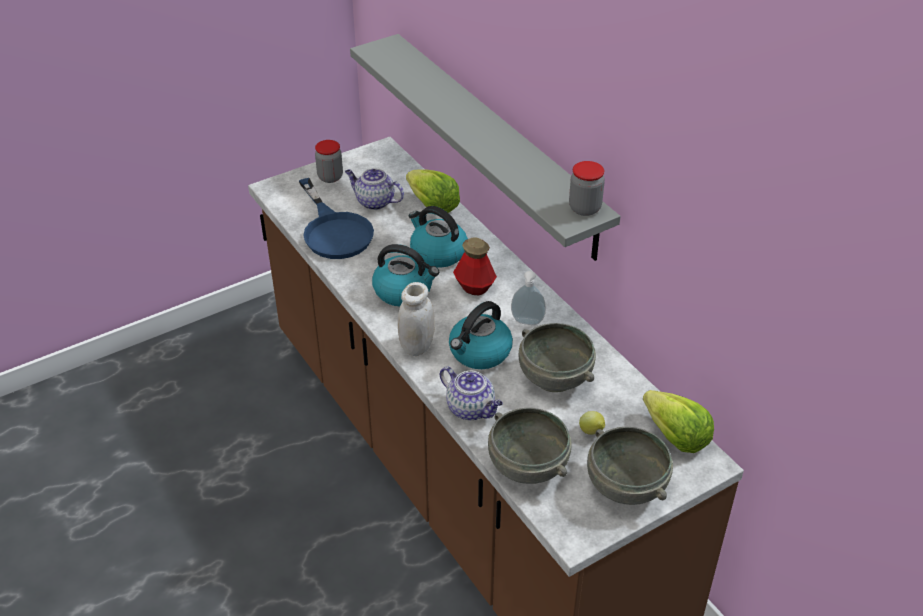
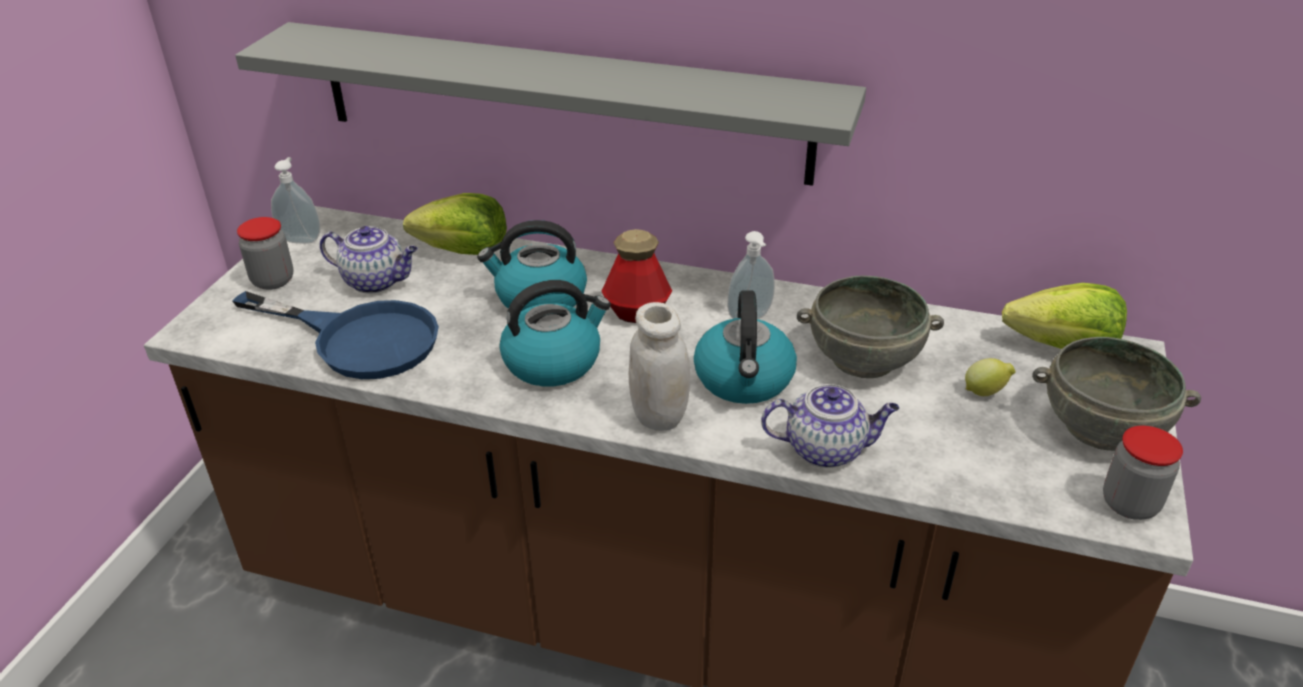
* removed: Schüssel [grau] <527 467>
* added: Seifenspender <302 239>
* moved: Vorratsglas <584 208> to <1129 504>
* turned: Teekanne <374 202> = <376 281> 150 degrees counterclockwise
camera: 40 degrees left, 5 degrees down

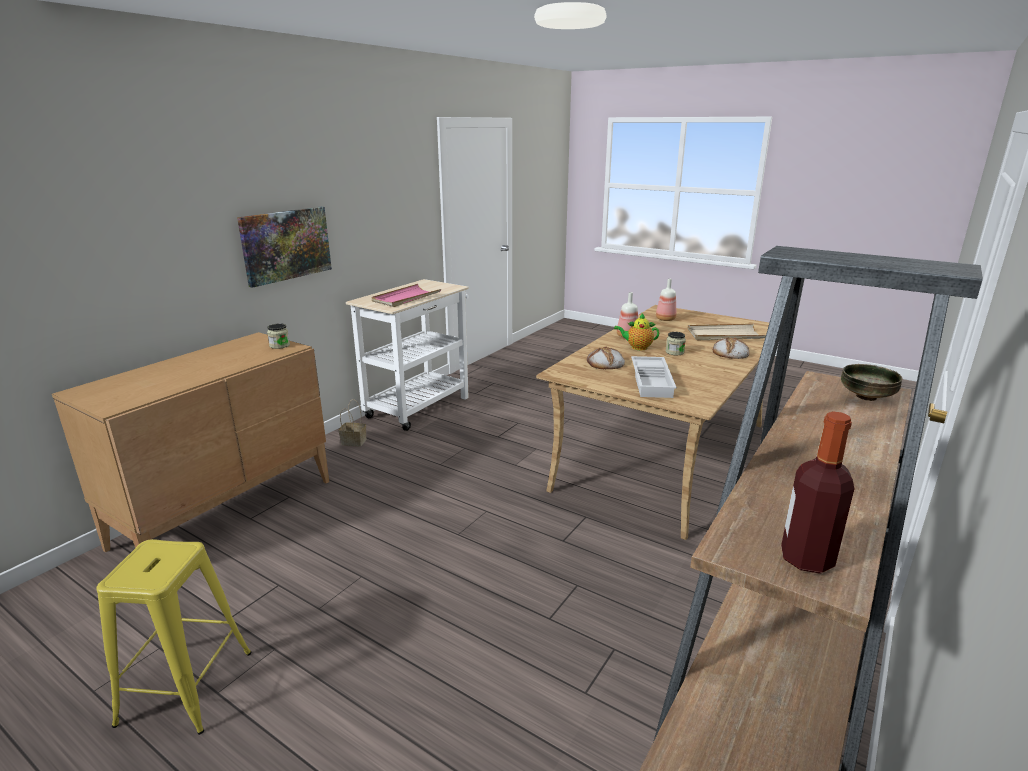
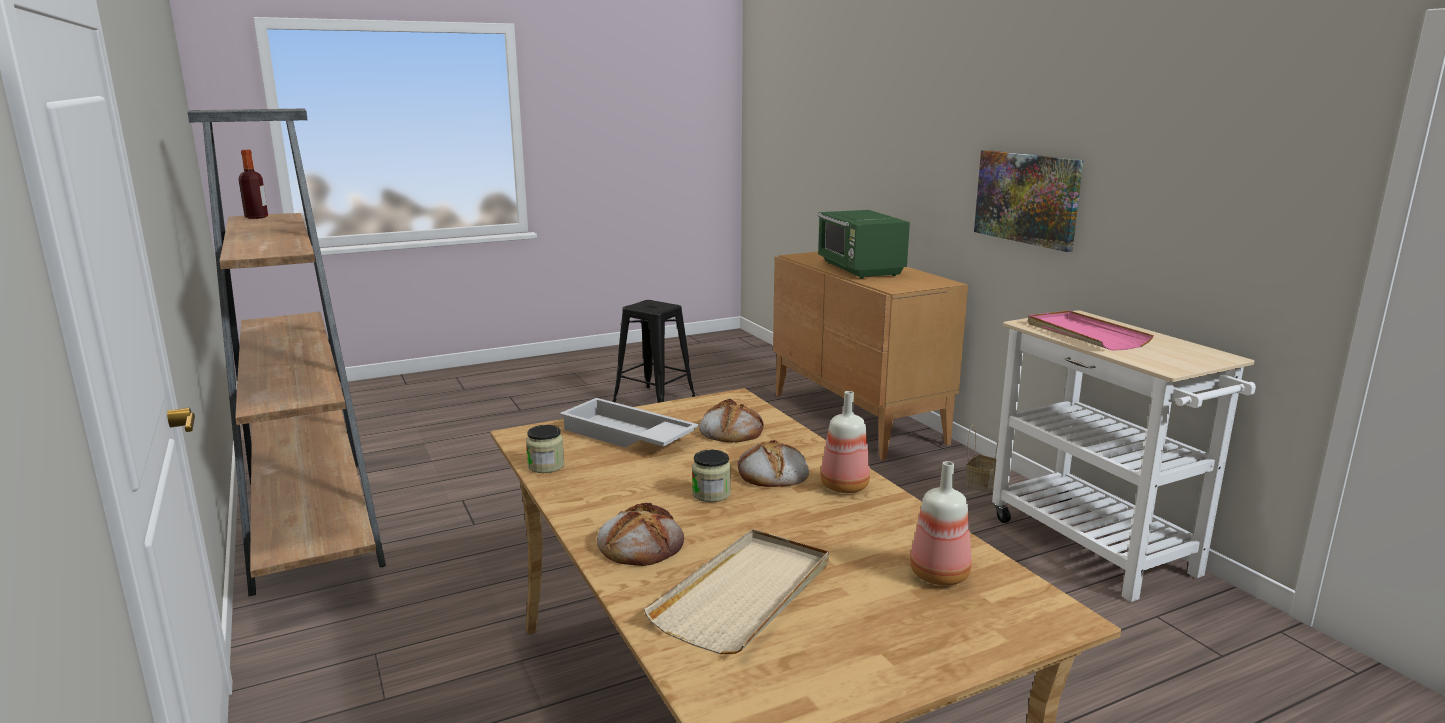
* removed: Schüssel <867 397>
* added: Mikrowelle [grün] <860 269>
* moved: Vorratsglas <279 345> to <546 466>
* replaced: Teekanne <637 347> to Brot <772 473>
* recoloured: Hocker [gelb] <186 687> to Hocker [schwarz] <654 400>
camera: 120 degrees right, 5 degrees down

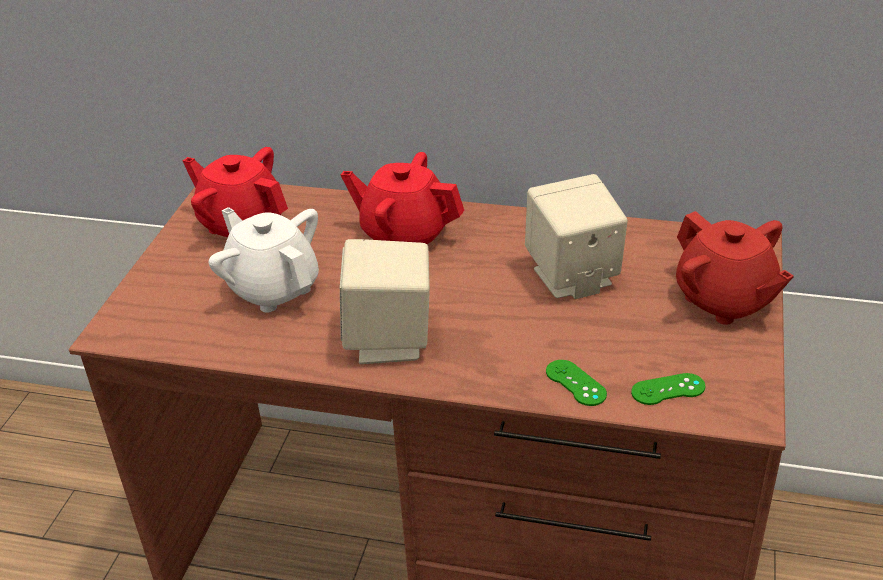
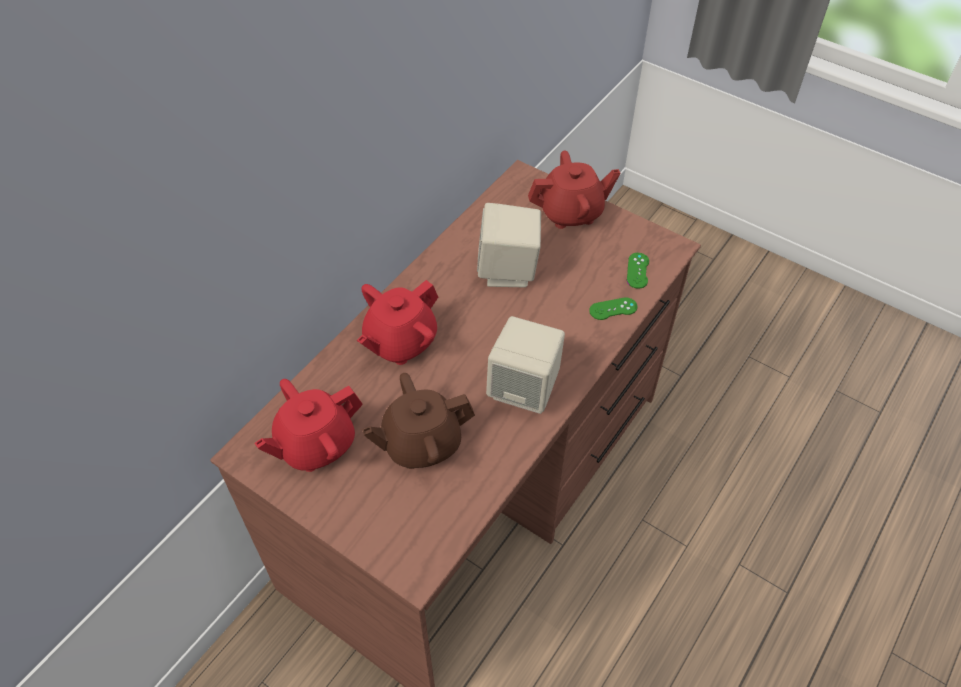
* recoloured: Teekanne [weiß] <273 288> to Teekanne [braun] <421 443>
camera: 70 degrees left, 15 degrees up

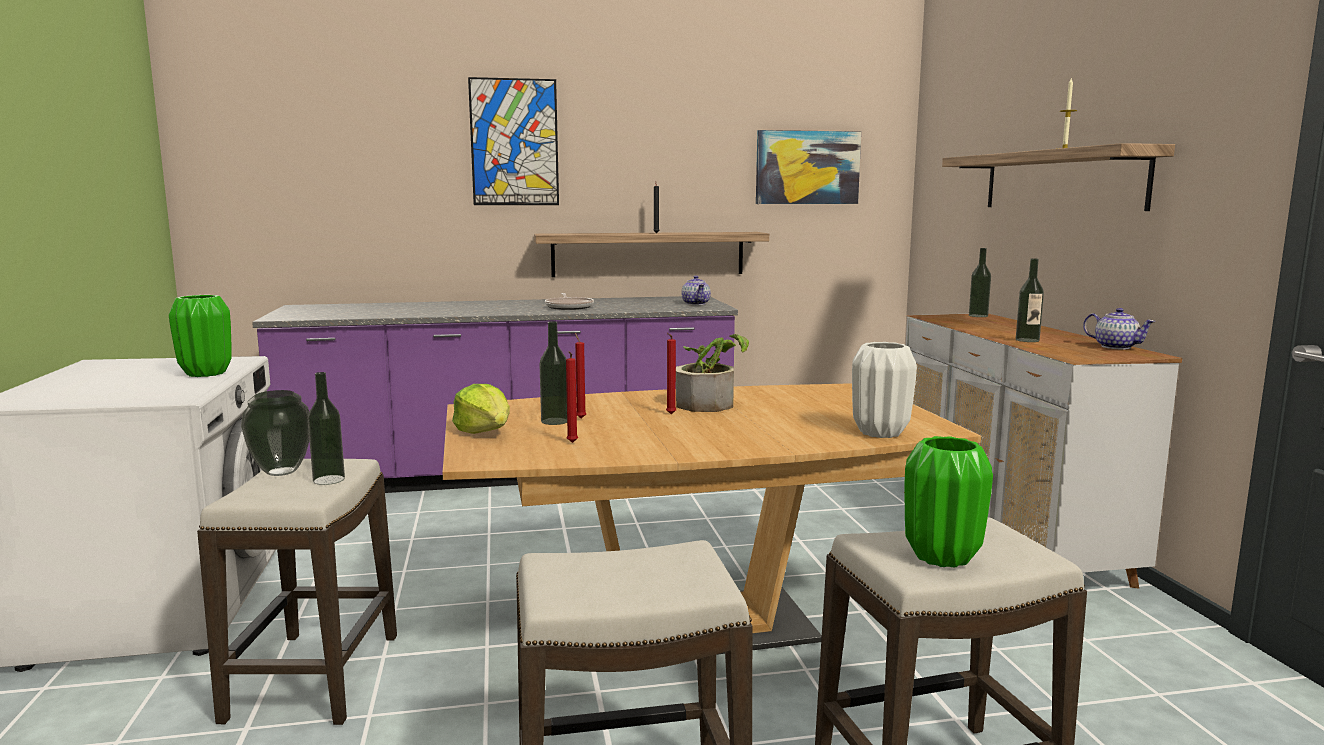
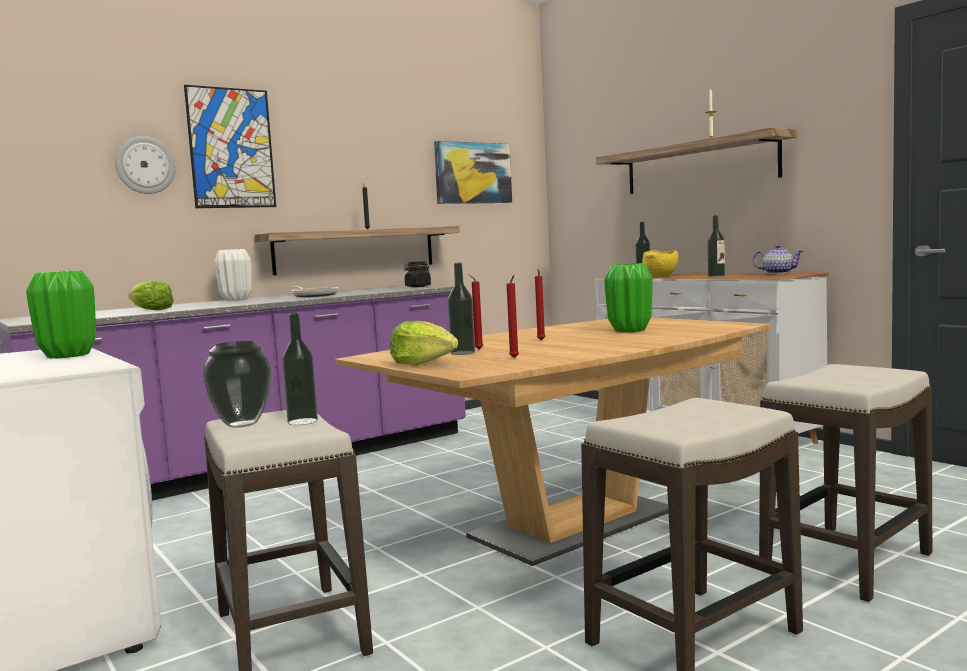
* removed: Topfpflanze <710 403>
* added: Wanduhr <145 165>
* added: Salatkopf <151 310>
* added: Schüssel [gelb] <660 276>
* moved: Vase [weiß] <881 433> to <236 299>
* moved: Vase [grün] <941 557> to <629 330>
* replaced: Teekanne <696 303> to Vorratsglas [schwarz] <417 286>
camera: 25 degrees left, 5 degrees down

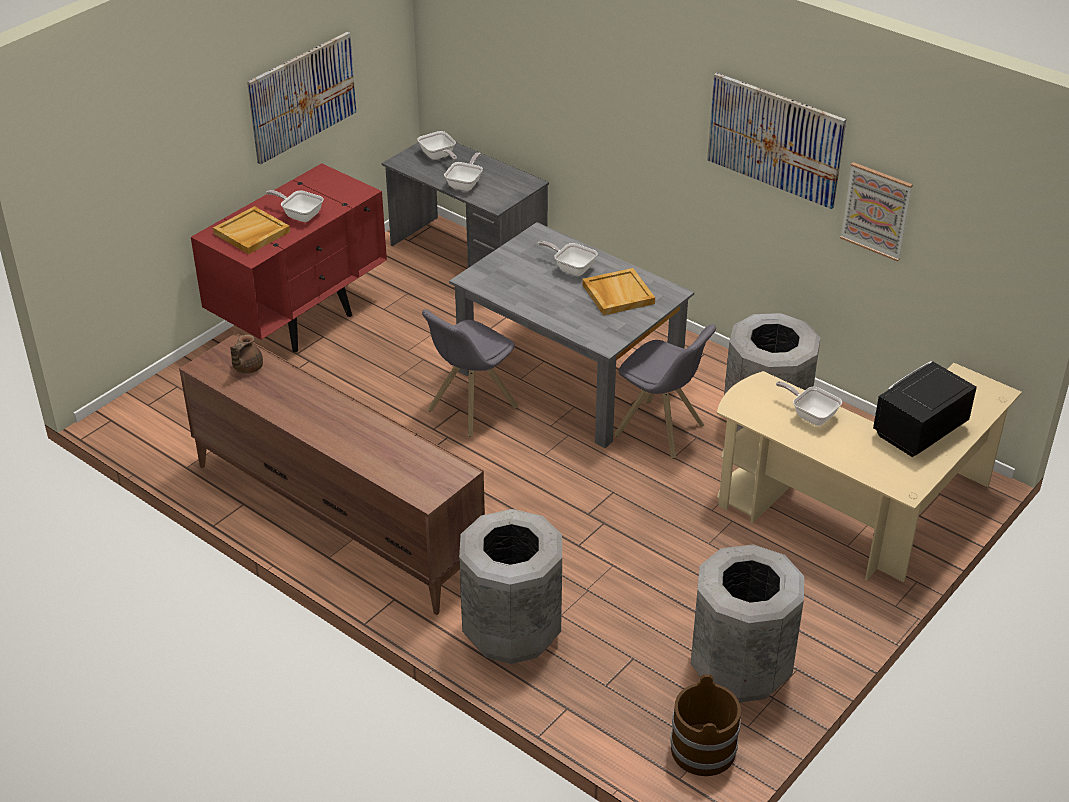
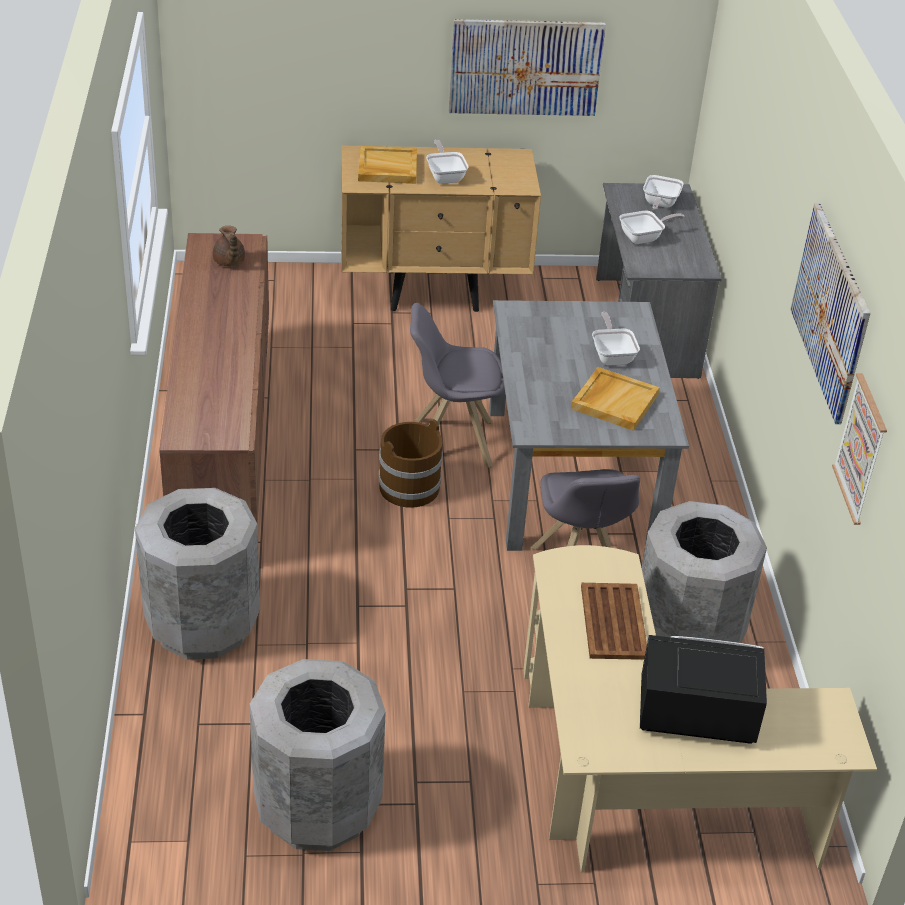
* moved: Eimer [braun] <702 749> to <409 487>
* replaced: Pfanne <811 415> to Tablett [braun] <613 621>
* recoloured: Kommode [rot] <301 321> to Kommode [beige] <434 291>
* turned: Teekanne [braun] <246 368> = <229 262> 90 degrees counterclockwise
camera: 45 degrees right, 0 degrees up

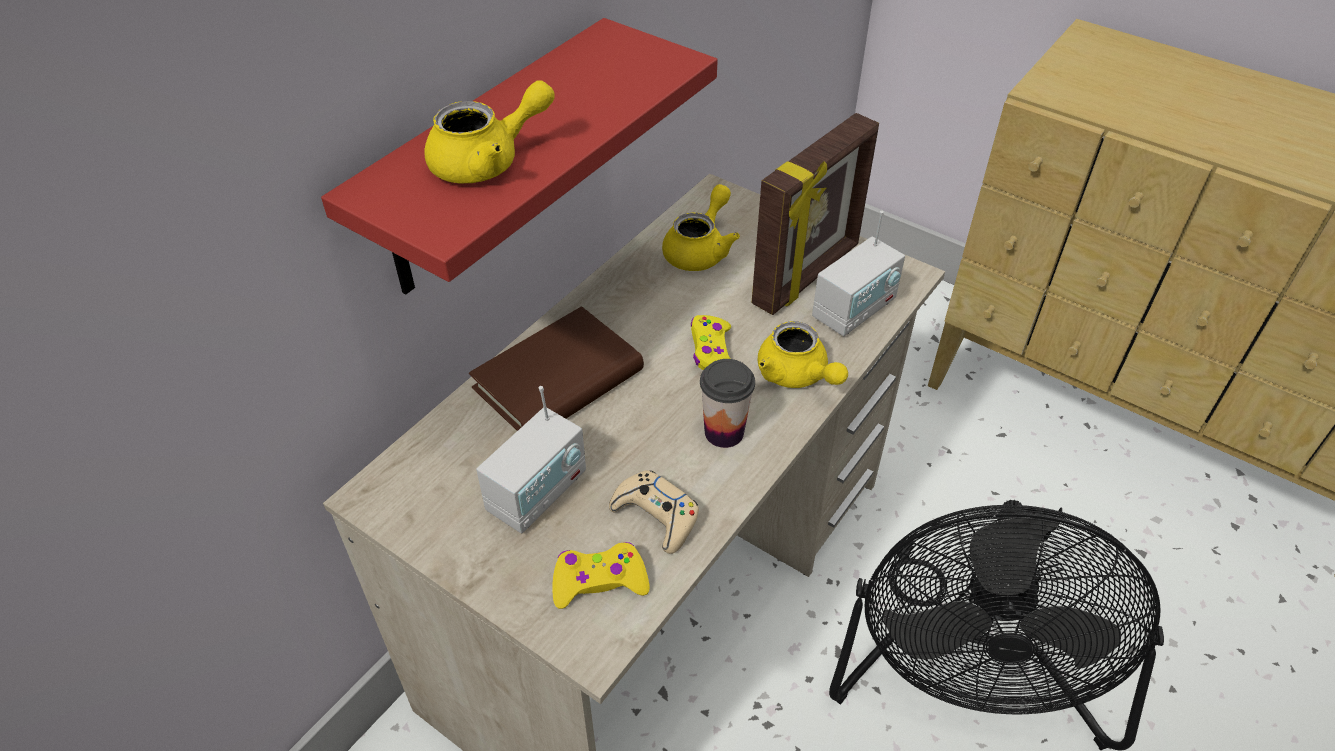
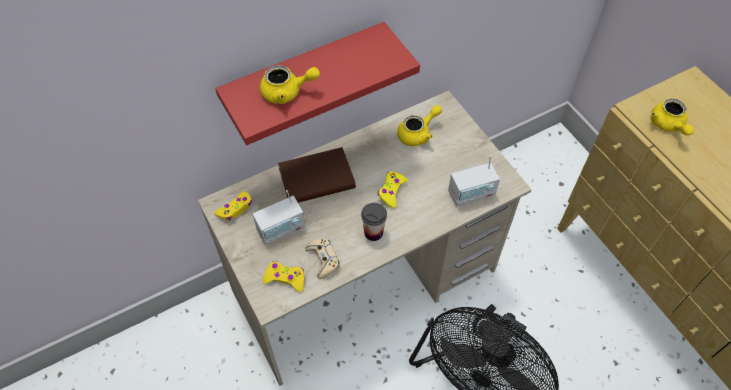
* removed: Bilderrahmen <808 276>
* added: Gamepad [gelb] <235 209>
* moved: Teekanne [gelb] <797 376> to <668 125>
camera: 25 degrees right, 10 degrees up

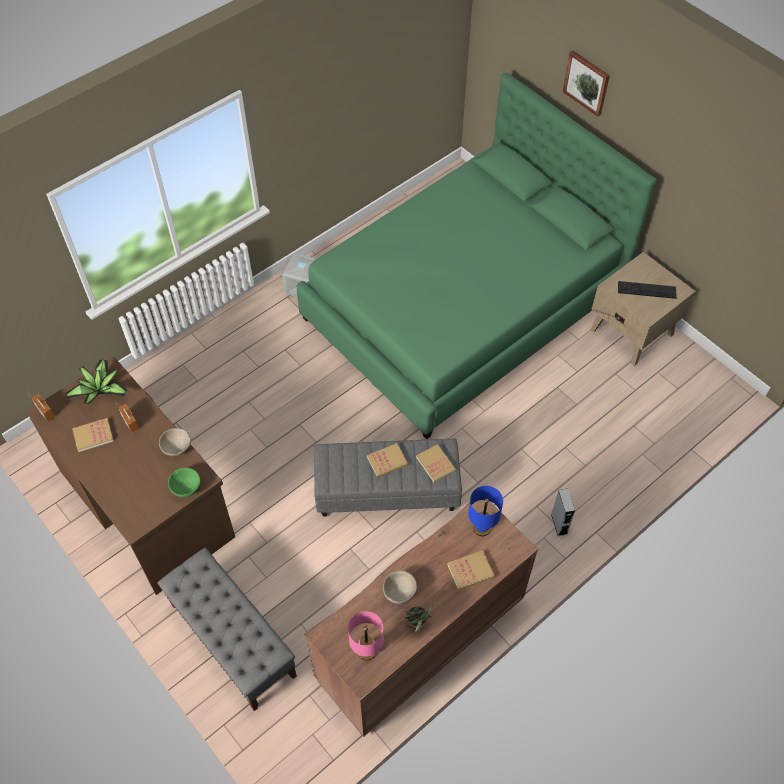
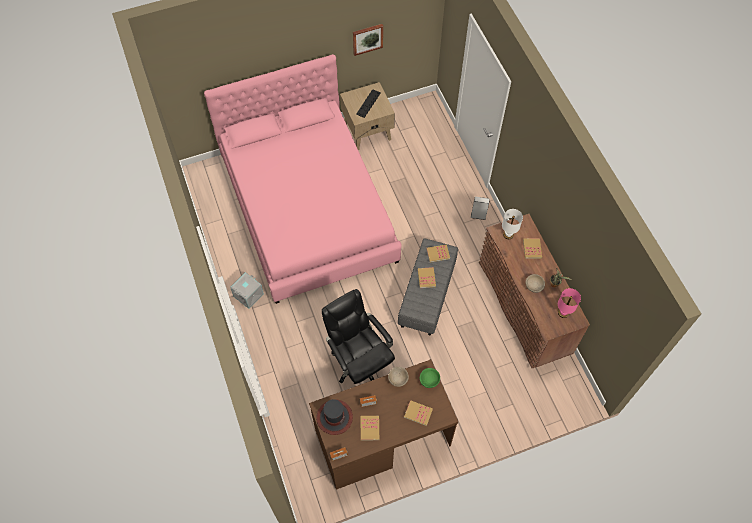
* removed: Bank [grau] <232 639>
* added: Bürostuhl [schwarz] <359 362>
* added: Buch <418 413>
* moved: Bild <587 82> to <367 38>
* replaced: Topfpflanze <99 390> to Hut <334 417>
* recoloured: Bett [grün] <464 305> to Bett [rosa] <308 208>
* recoloured: Tischlampe [blau] <482 527> to Tischlampe [weiß] <508 234>
camera: 70 degrees left, 5 degrees up

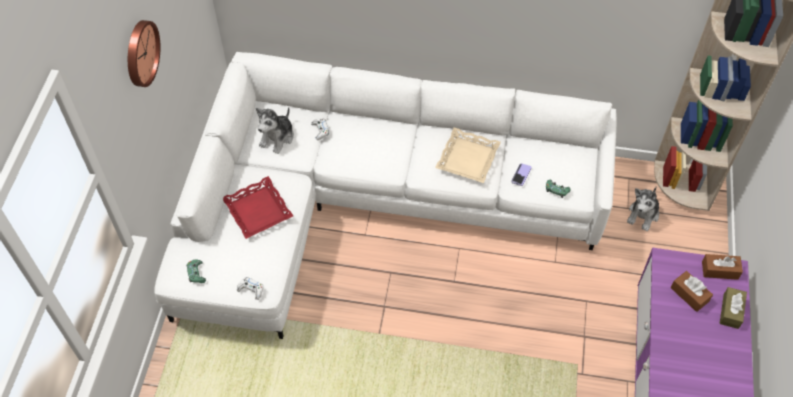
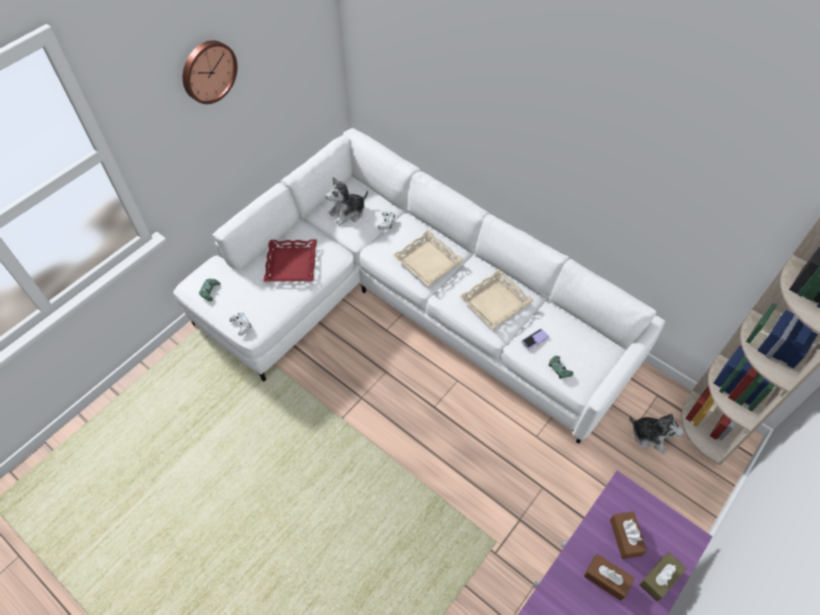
* added: Tablett [beige] <428 261>
* moved: Taschentuchbox [braun] <719 270> to <606 579>
* turned: Plüschtier <643 215> = <650 436> 120 degrees counterclockwise
camera: 30 degrees right, 0 degrees up

